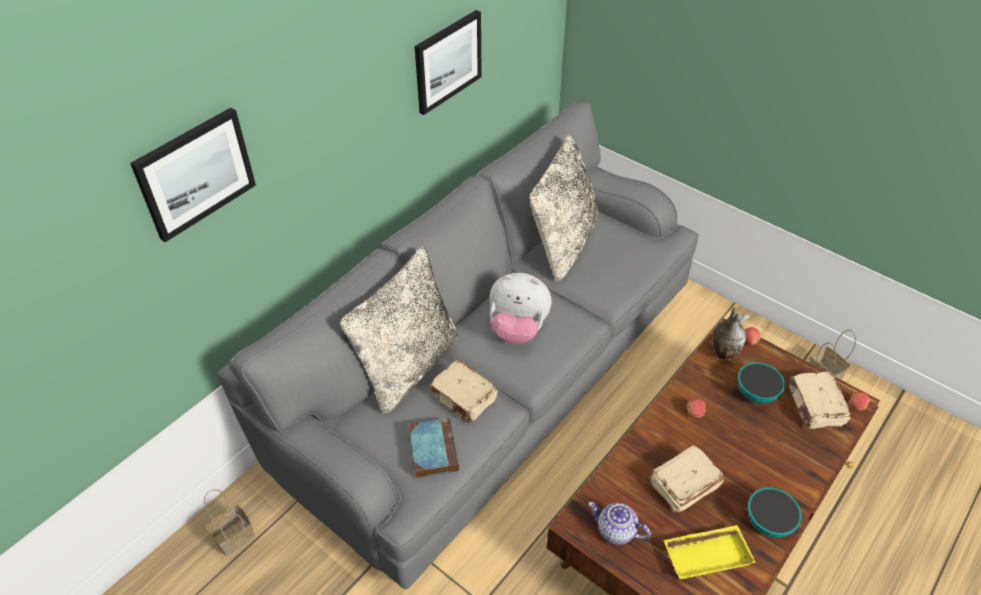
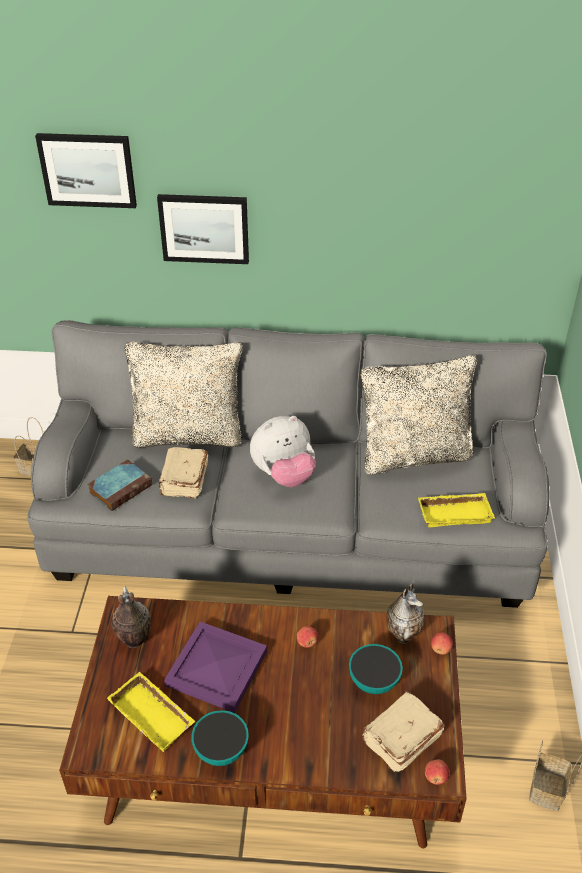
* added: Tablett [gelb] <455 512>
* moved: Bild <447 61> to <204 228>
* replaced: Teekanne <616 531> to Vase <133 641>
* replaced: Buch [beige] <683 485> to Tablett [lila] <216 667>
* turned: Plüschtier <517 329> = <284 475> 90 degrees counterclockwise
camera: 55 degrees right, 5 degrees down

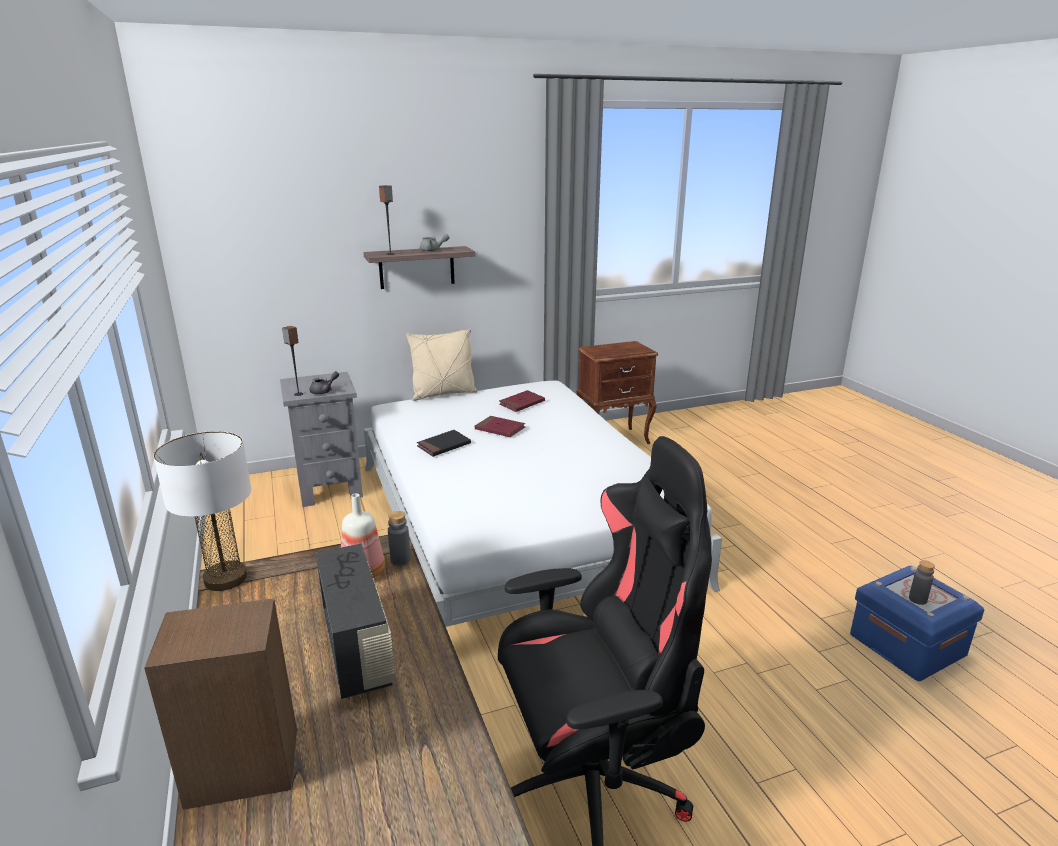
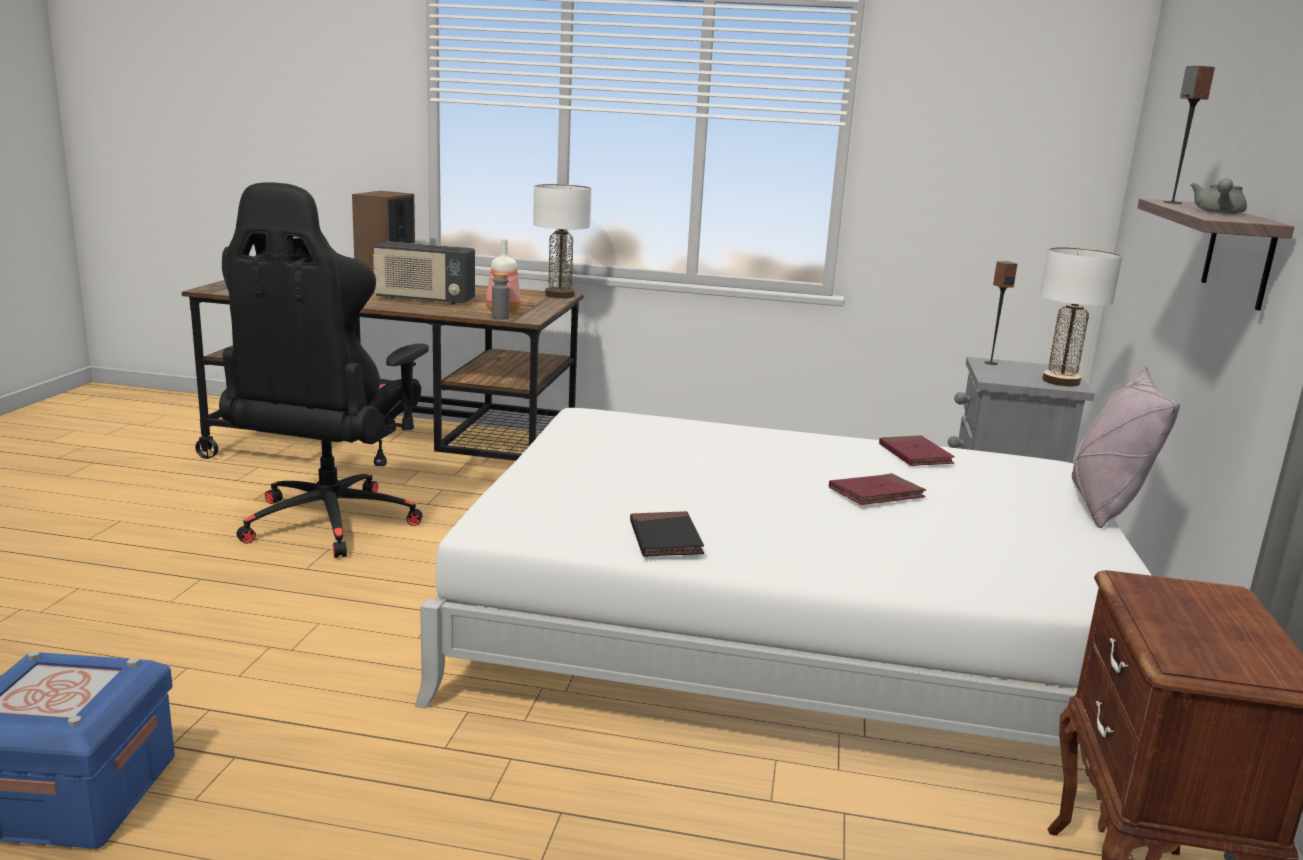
* removed: Teekanne [grau] <324 391>
* removed: Flasche [grau] <917 599>
* added: Tischlampe <1061 381>
* moved: Buch [schwarz] <444 445> to <665 539>
* moved: Buch [rot] <522 403> to <915 455>
* recoloured: Kissen [beige] <443 394> to Kissen [lila] <1104 506>
camera: 120 degrees right, 5 degrees down

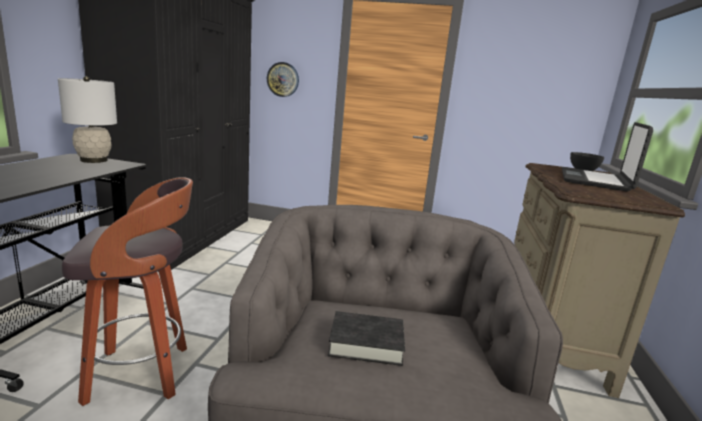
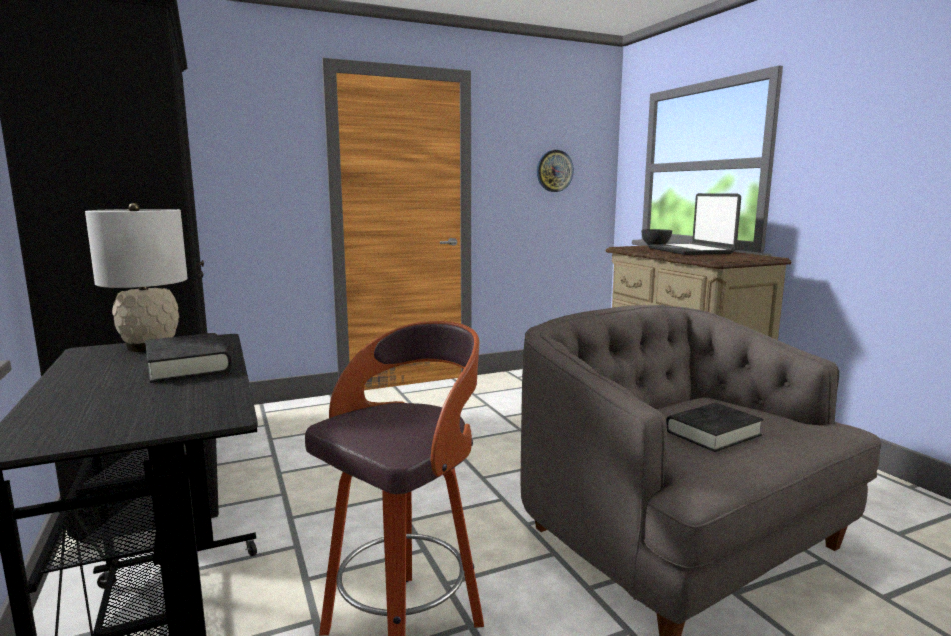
* added: Buch [schwarz] <188 365>
* moved: Wanduhr <283 79> to <554 171>
camera: 35 degrees left, 5 degrees down

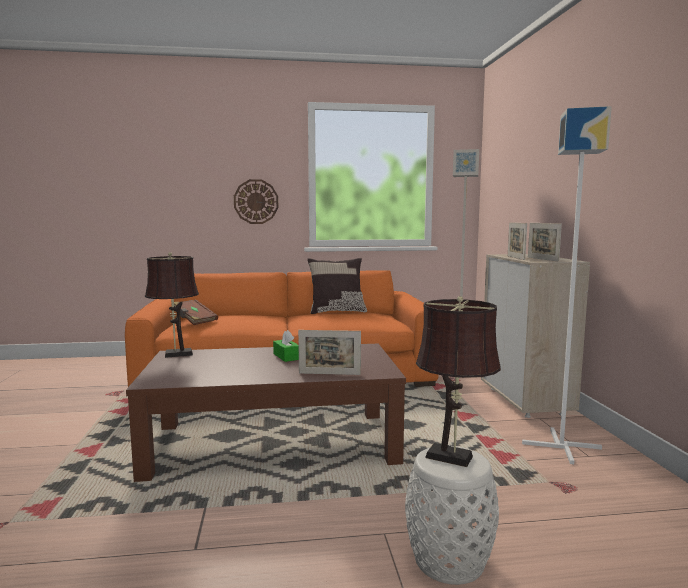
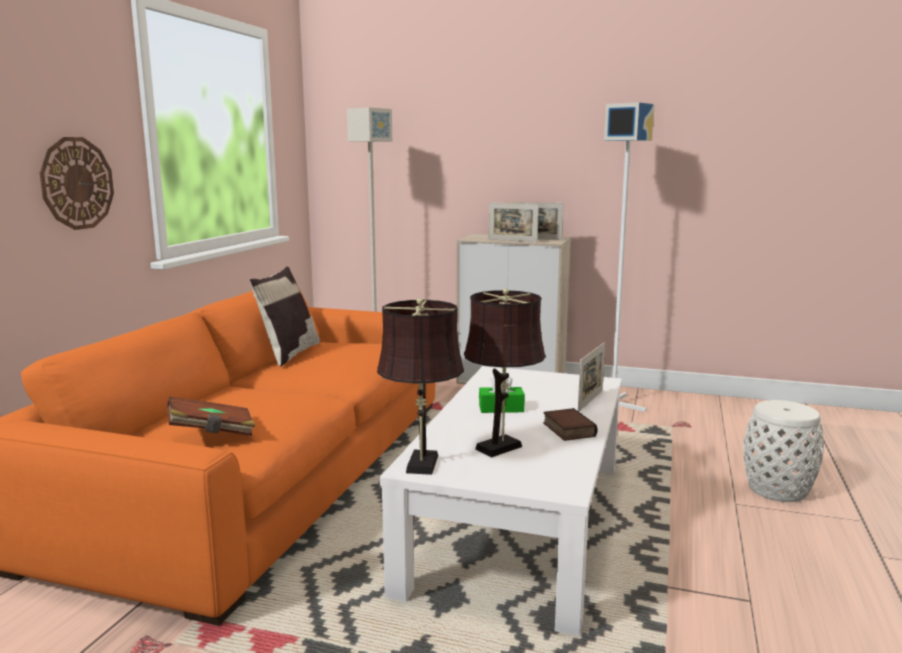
* added: Buch <567 429>
* moved: Tischlampe [braun] <453 458> to <502 447>
* recoloured: Couchtisch [braun] <274 442> to Couchtisch [weiß] <519 521>
camera: 65 degrees left, 5 degrees up

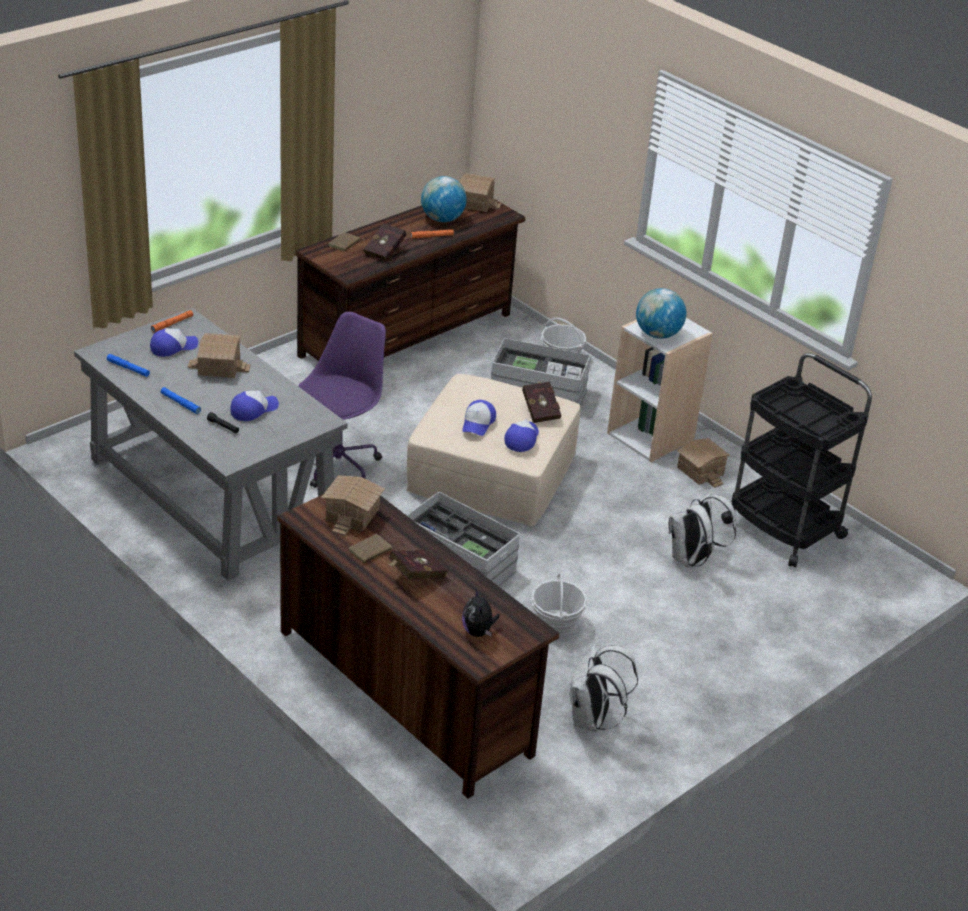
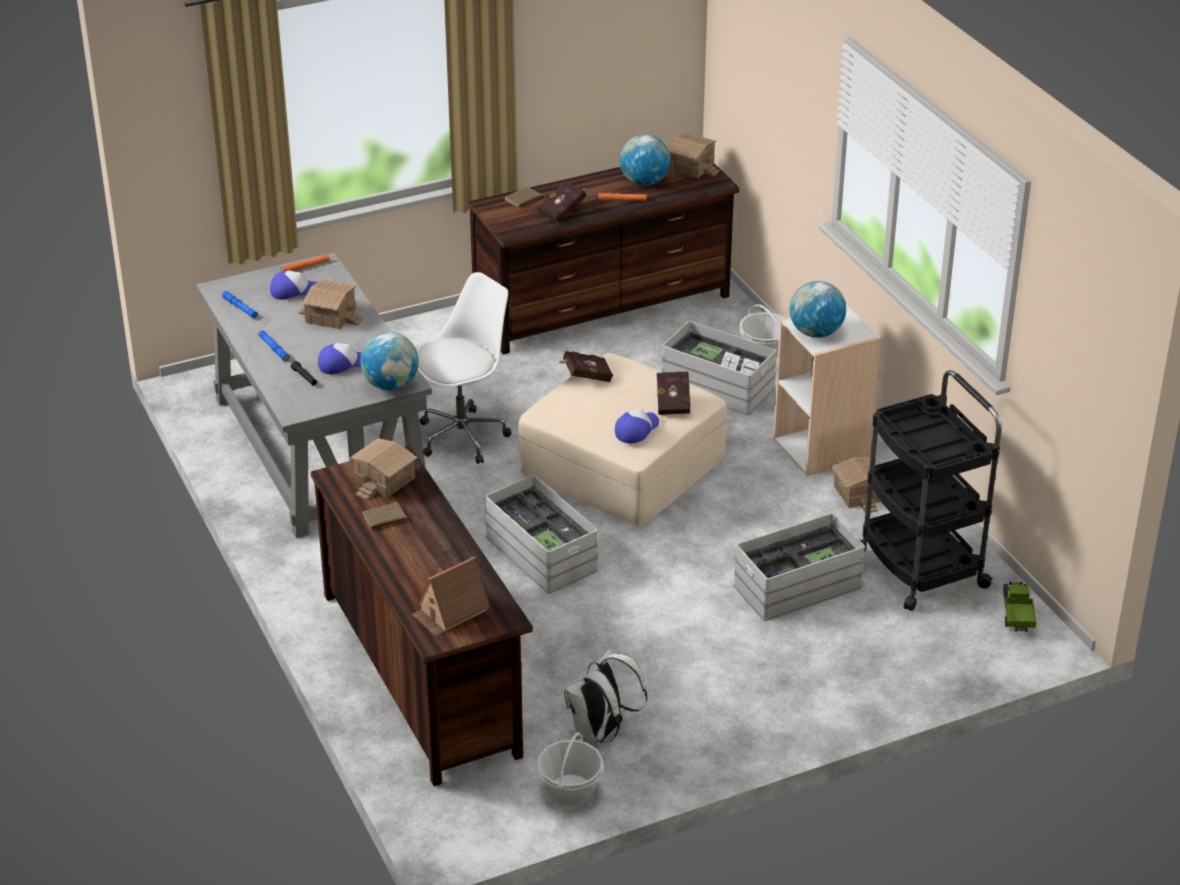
* removed: Kappe <478 423>
* added: Globus <391 385>
* added: Spielzeuglaster <1016 615>
* moved: Buch [rot] <415 576> to <585 377>
* moved: Korb <556 622> to <570 790>
* replaced: Plüschtier <478 632> to Spielzeughaus <450 612>
* replaced: Rucksack [weiß] <692 560> to Aufbewahrungsbox [grau] <798 587>
* recoloured: Bürostuhl [lila] <339 465> to Bürostuhl [weiß] <464 436>
camera: 20 degrees right, 0 degrees up

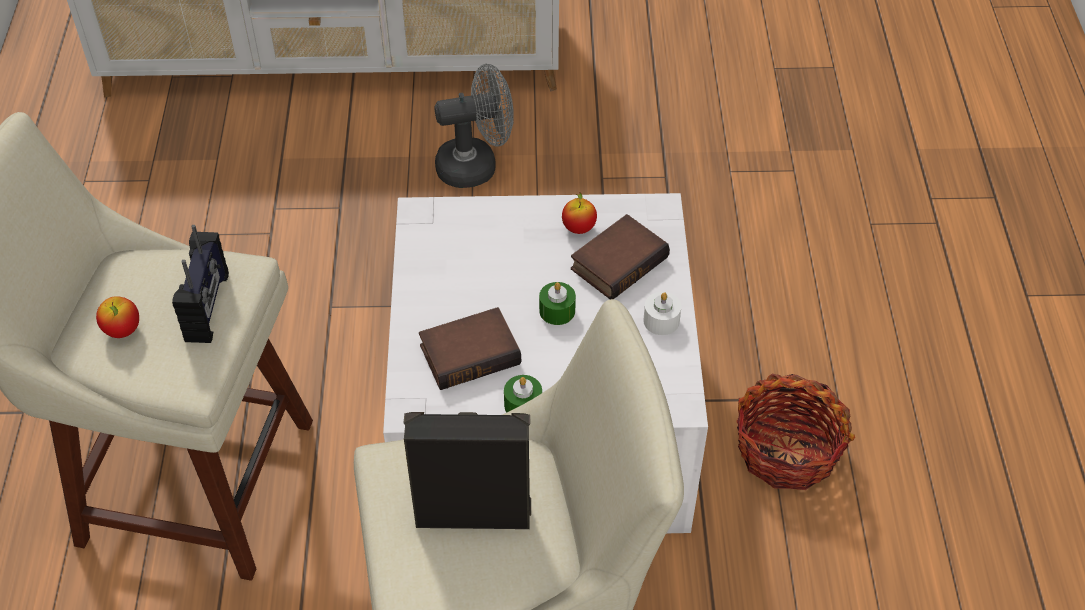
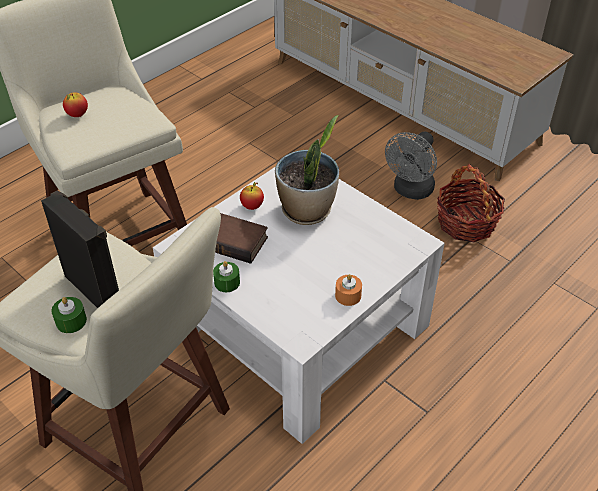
* removed: Radio <208 307>
* removed: Buch <618 261>
* added: Topfpflanze <307 211>
* moved: Kerze [grün] <557 311> to <71 321>
* moved: Apfel <578 228> to <252 206>
* moved: Korb <786 450> to <466 223>
* recoloured: Kerze [weiß] <661 321> to Kerze [orange] <348 295>
* turned: Ventilator [grau] <476 165> = <411 191> 90 degrees clockwise
camera: 45 degrees right, 5 degrees down

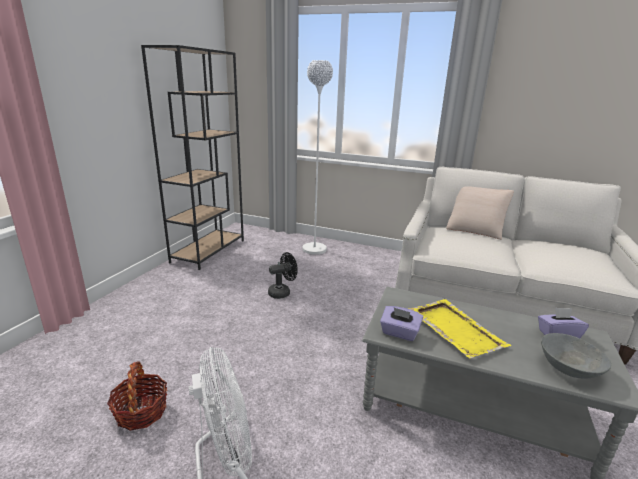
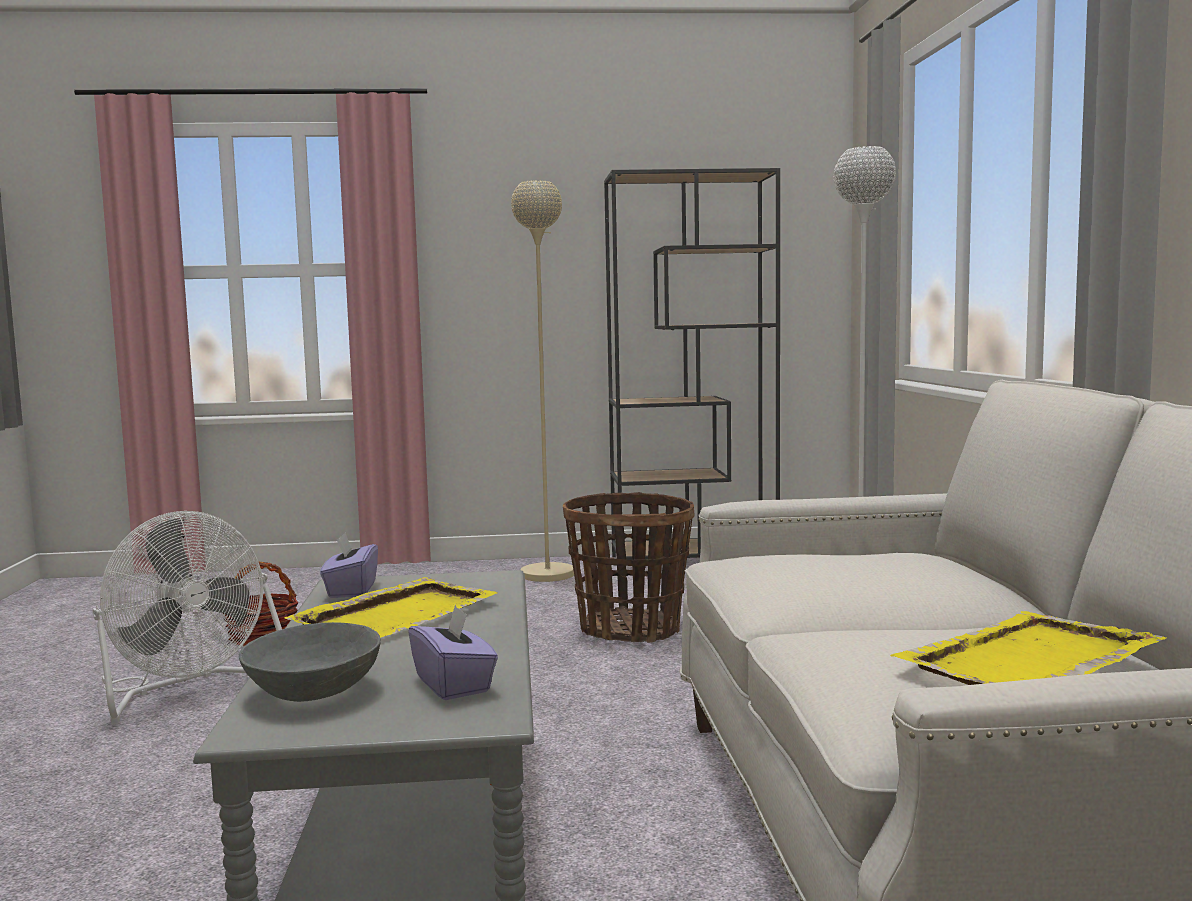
* removed: Kissen [beige] <475 230>
* added: Stehlampe [beige] <547 574>
* added: Tablett [gelb] <1028 662>
* replaced: Ventilator [schwarz] <282 292> to Korb <630 629>
camera: 65 degrees right, 15 degrees down

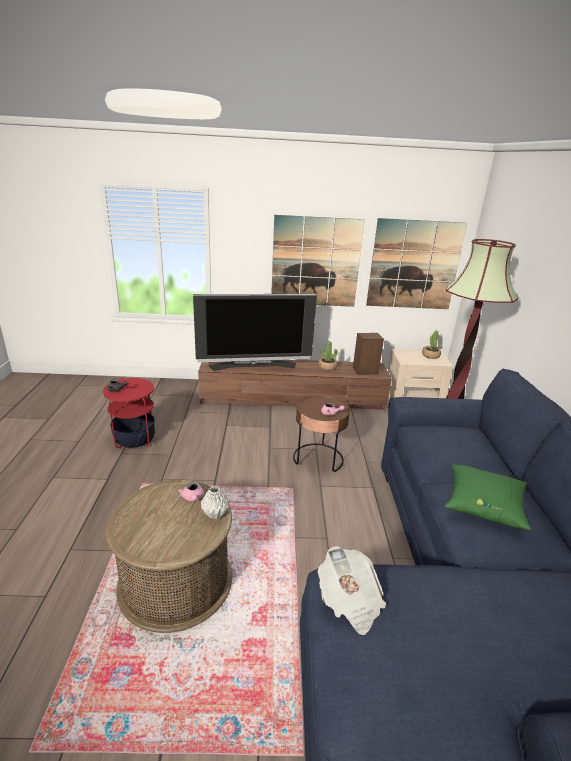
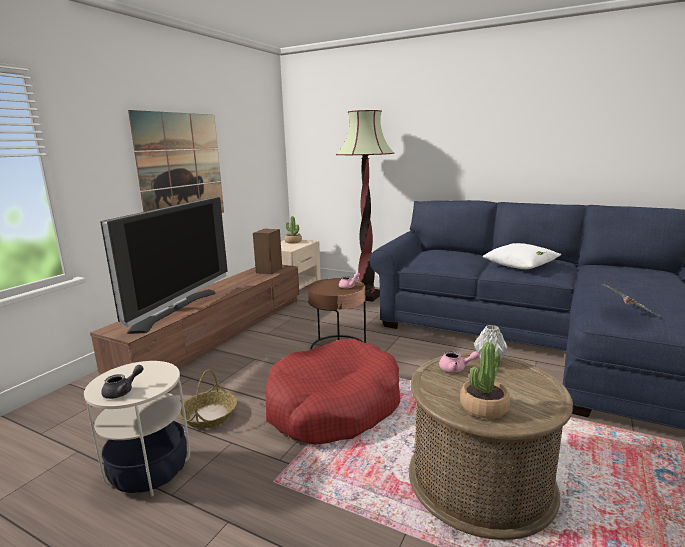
* removed: Bild <414 265>
* added: Korb <209 416>
* added: Hundebett [rot] <333 406>
* moved: Topfpflanze <327 367> to <483 407>
* recoloured: Beistelltisch [rot] <134 439> to Beistelltisch [beige] <149 473>
* recoloured: Kissen [grün] <483 505> to Kissen [weiß] <520 266>
camera: 60 degrees left, 10 degrees down

